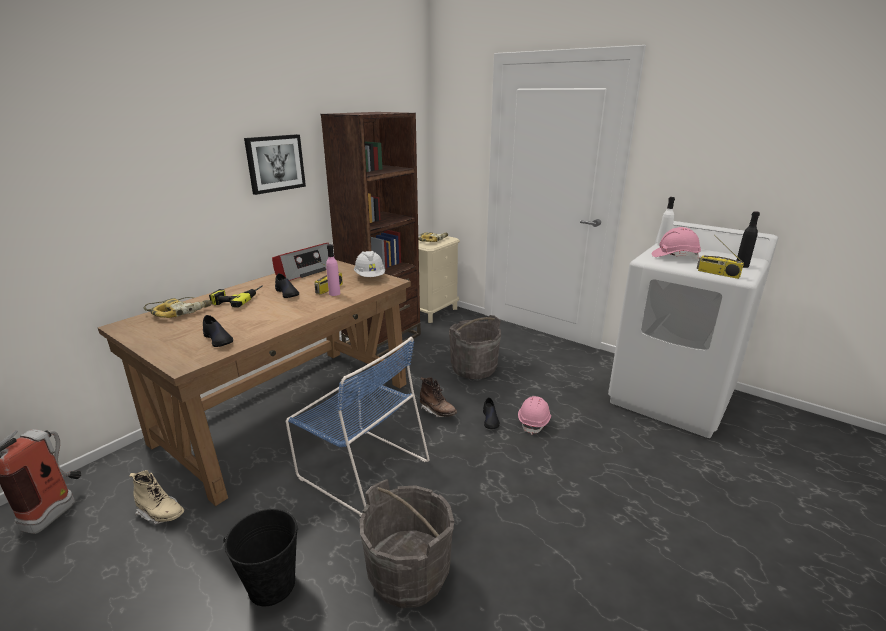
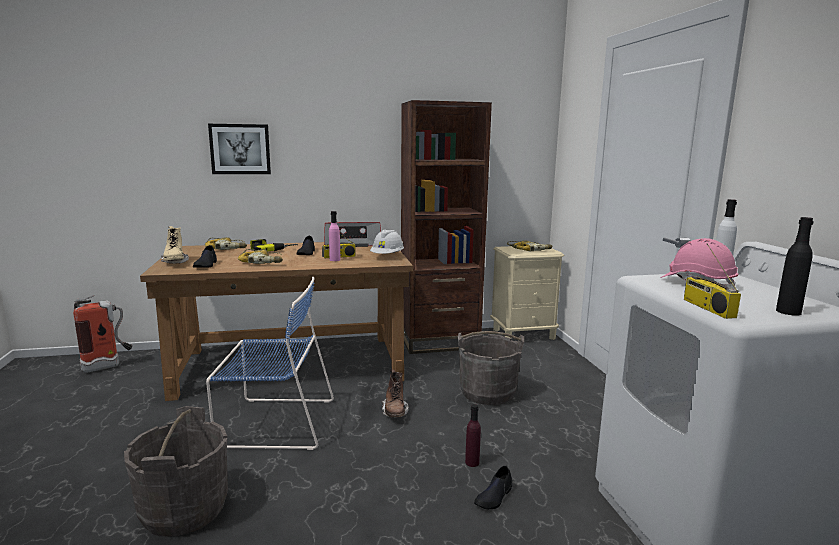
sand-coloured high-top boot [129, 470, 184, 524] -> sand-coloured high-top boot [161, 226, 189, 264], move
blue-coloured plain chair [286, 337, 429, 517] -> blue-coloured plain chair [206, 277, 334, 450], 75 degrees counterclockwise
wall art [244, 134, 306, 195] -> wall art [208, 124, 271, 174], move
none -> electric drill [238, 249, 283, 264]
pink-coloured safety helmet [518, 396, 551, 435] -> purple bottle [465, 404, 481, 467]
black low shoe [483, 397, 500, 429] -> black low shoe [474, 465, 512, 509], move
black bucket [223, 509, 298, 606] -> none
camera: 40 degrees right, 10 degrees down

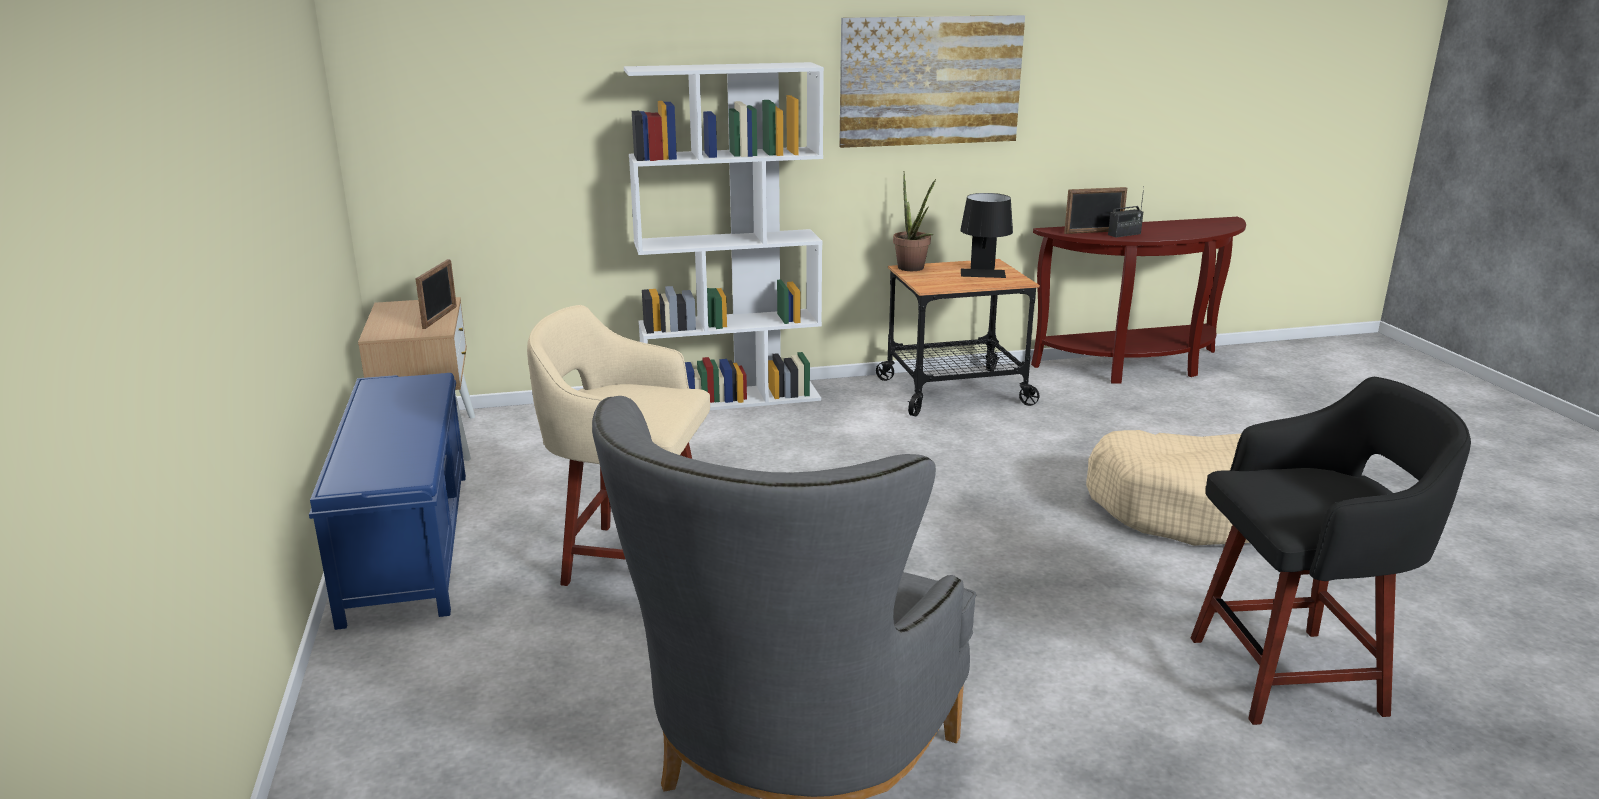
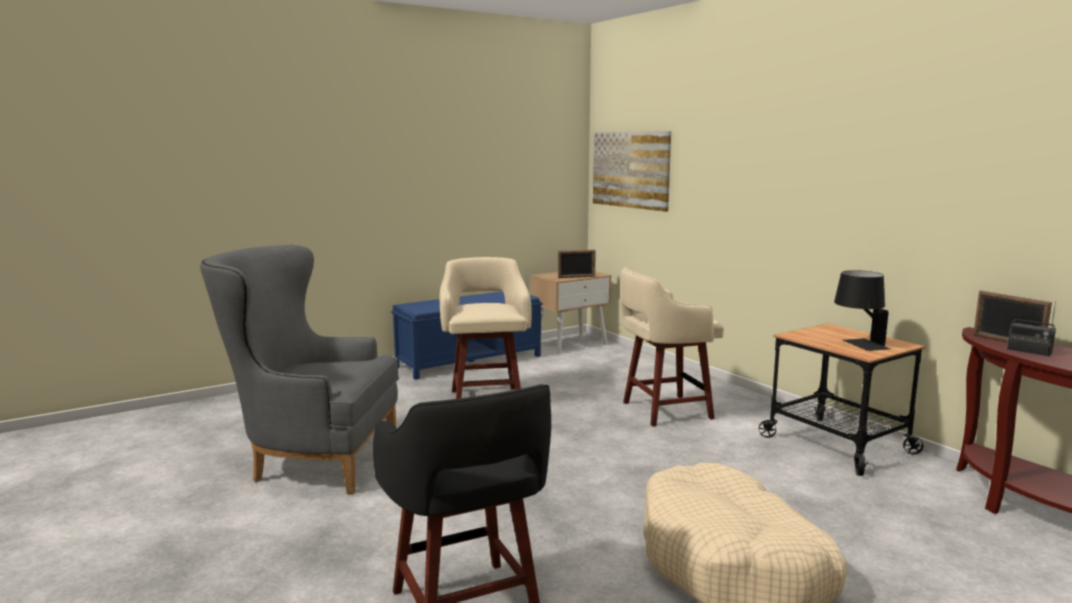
wall art [839, 15, 1025, 148] -> wall art [593, 131, 671, 212], move
none -> sand-coloured sitting stool [621, 267, 724, 427]
whitish bookshelf [624, 62, 824, 410] -> none
plant in a pot [893, 174, 936, 271] -> none
camera: 70 degrees right, 10 degrees down

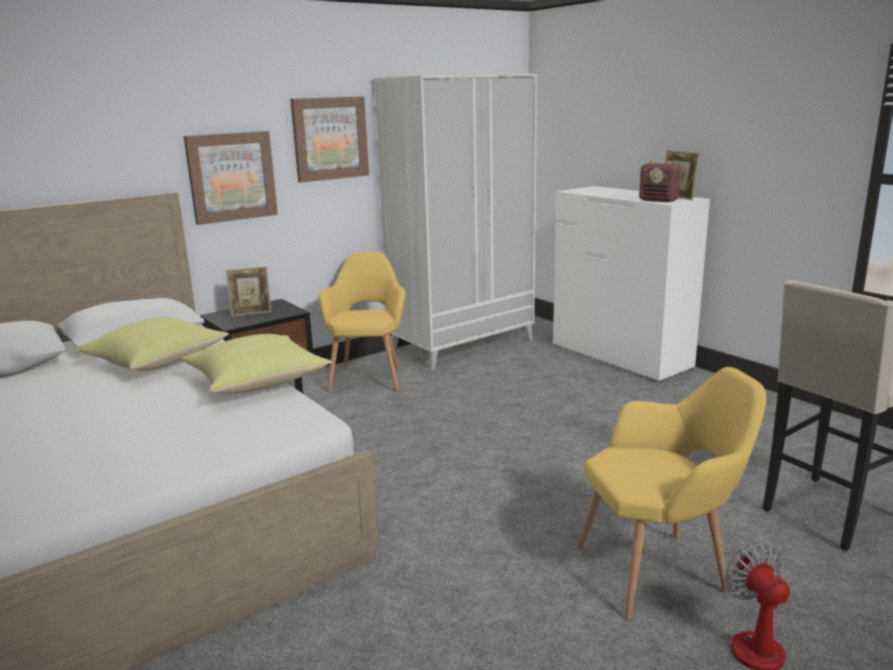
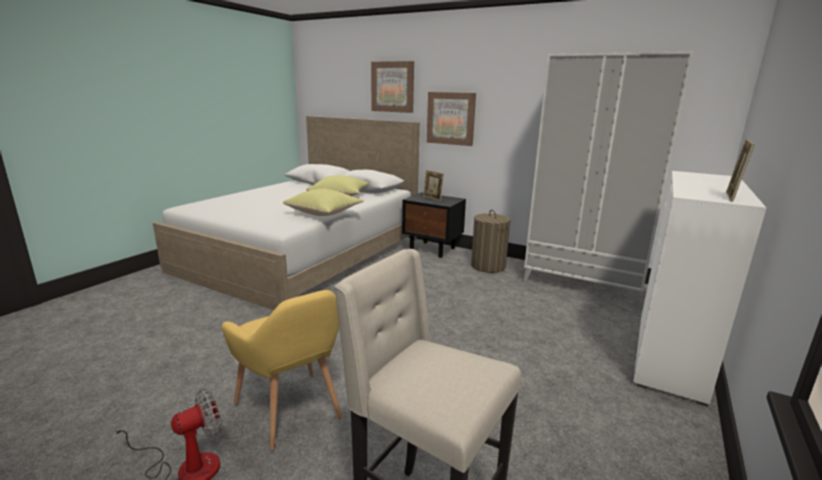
wall art [290, 96, 369, 183] -> wall art [371, 61, 414, 113], move
yellow-coloured armchair [319, 252, 406, 392] -> washing basket [471, 210, 511, 273]
radio [639, 161, 681, 202] -> none
camera: 65 degrees right, 0 degrees up

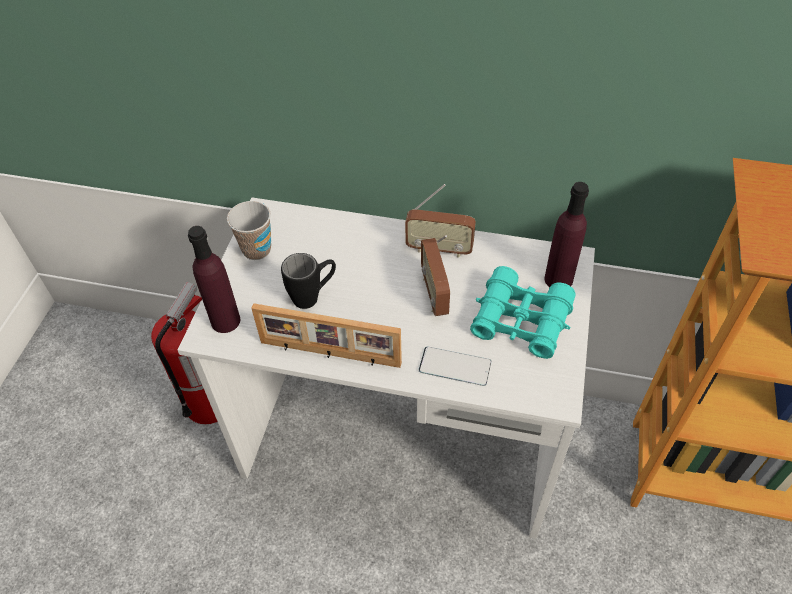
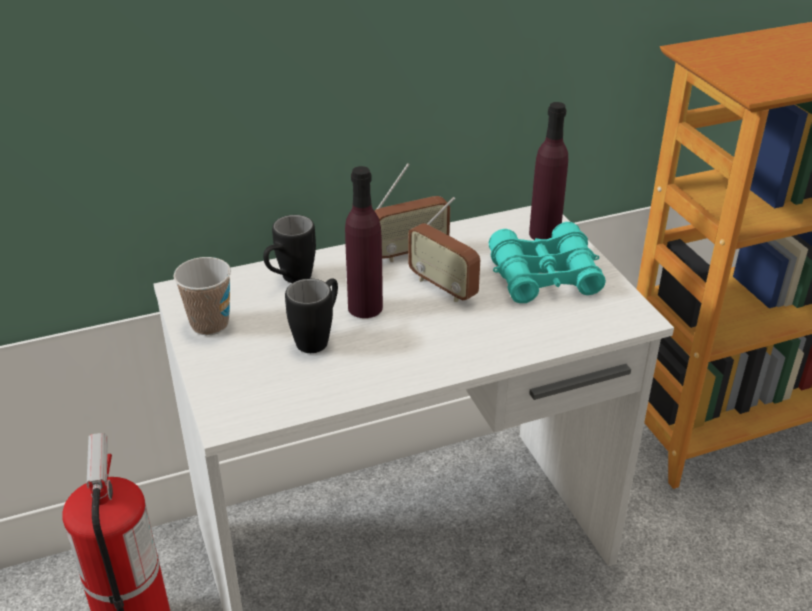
none -> black mug [263, 215, 316, 283]
purple bottle [188, 226, 240, 333] -> purple bottle [345, 166, 383, 318], move
standing frame [251, 303, 402, 368] -> none
handset [419, 346, 492, 386] -> none
camera: 35 degrees left, 15 degrees down

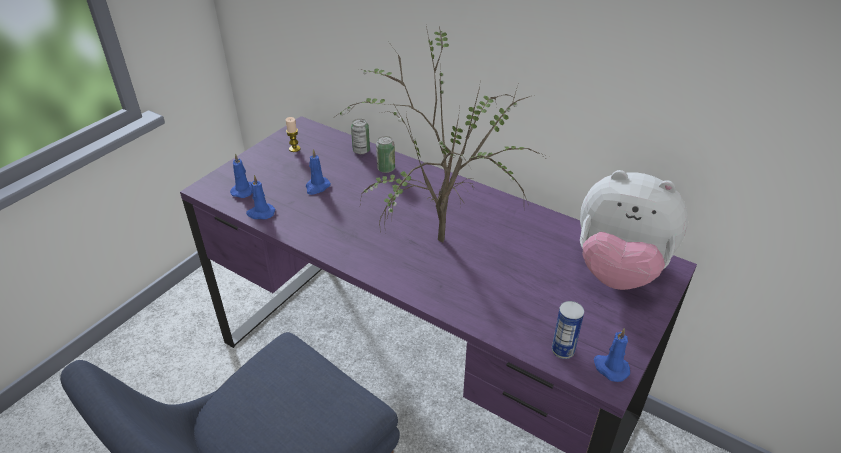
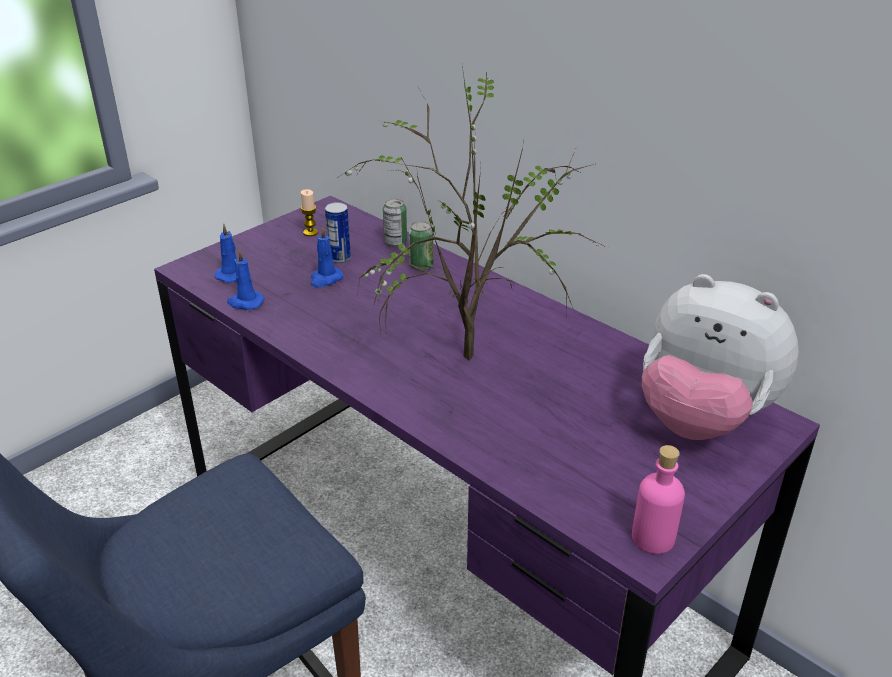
sealed can [552, 301, 584, 359] -> sealed can [325, 202, 351, 264], move
blue-coloured wax light [594, 328, 630, 382] -> pink-coloured bottle [632, 445, 685, 554]
camera: 10 degrees right, 5 degrees down

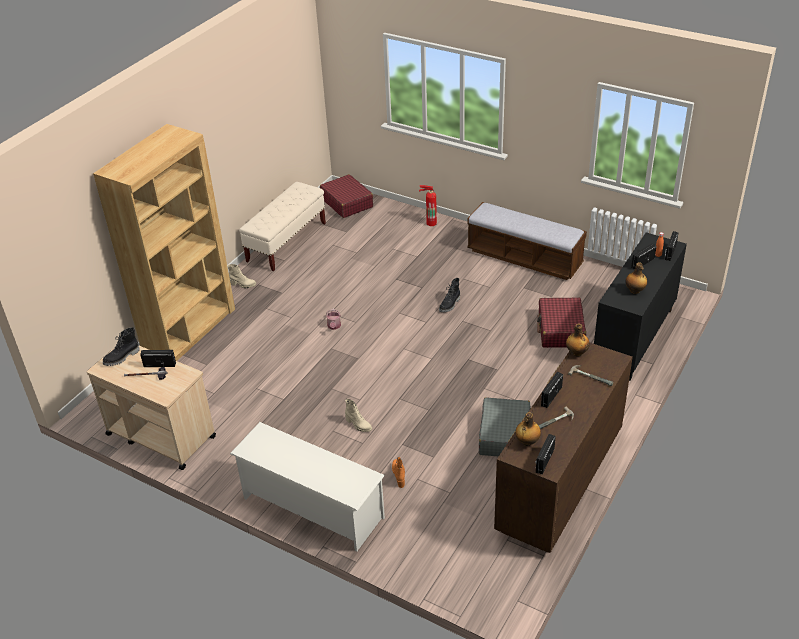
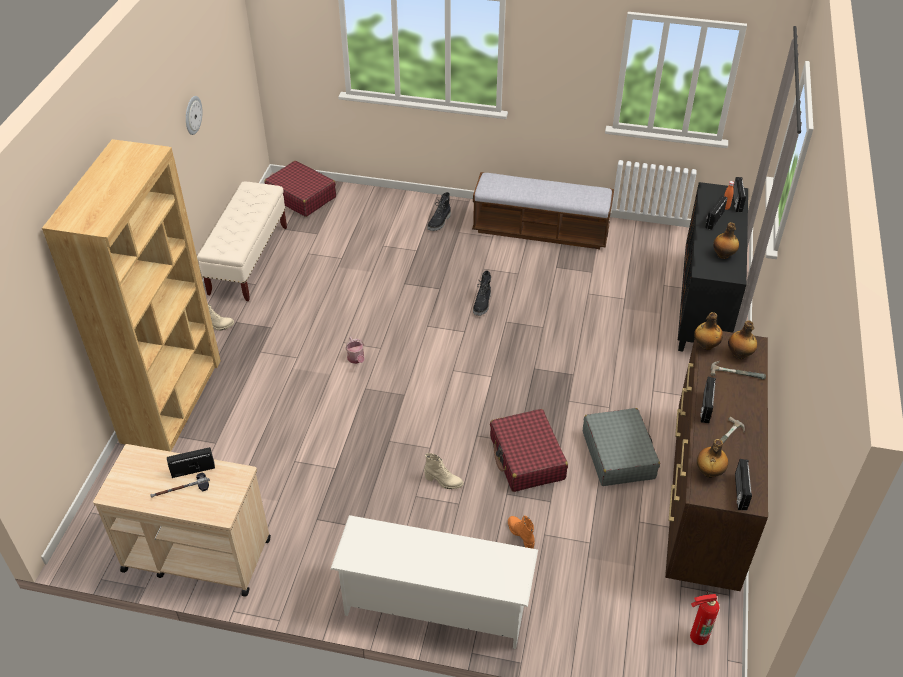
none -> hanging clock [186, 96, 202, 135]
black high-top boot [103, 327, 140, 366] -> black high-top boot [427, 192, 451, 231], move
red piece of luggage [537, 297, 586, 348] -> red piece of luggage [490, 409, 568, 492], move
fire extinguisher [419, 185, 437, 226] -> fire extinguisher [690, 590, 719, 645], move
none -> bottle [728, 320, 757, 359]
camera: 20 degrees left, 5 degrees up

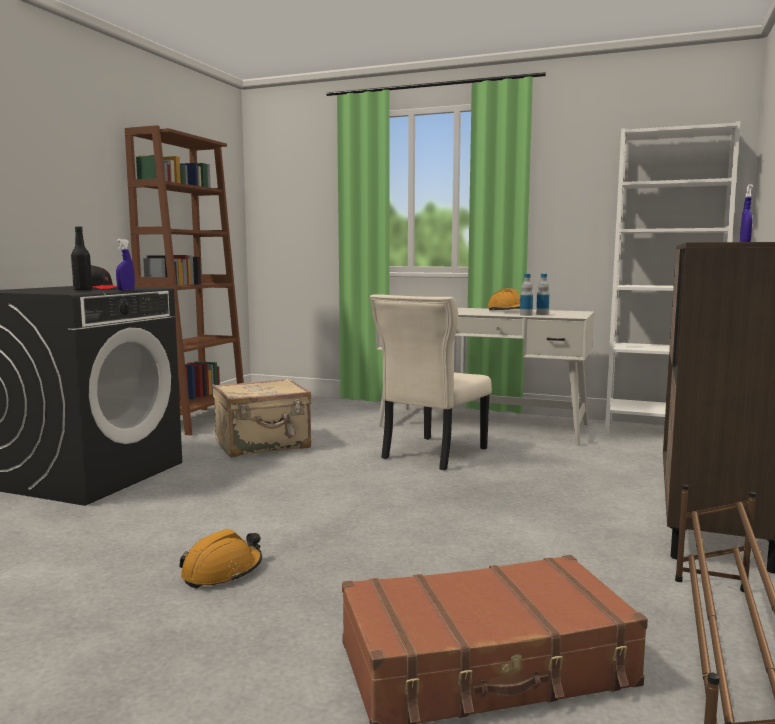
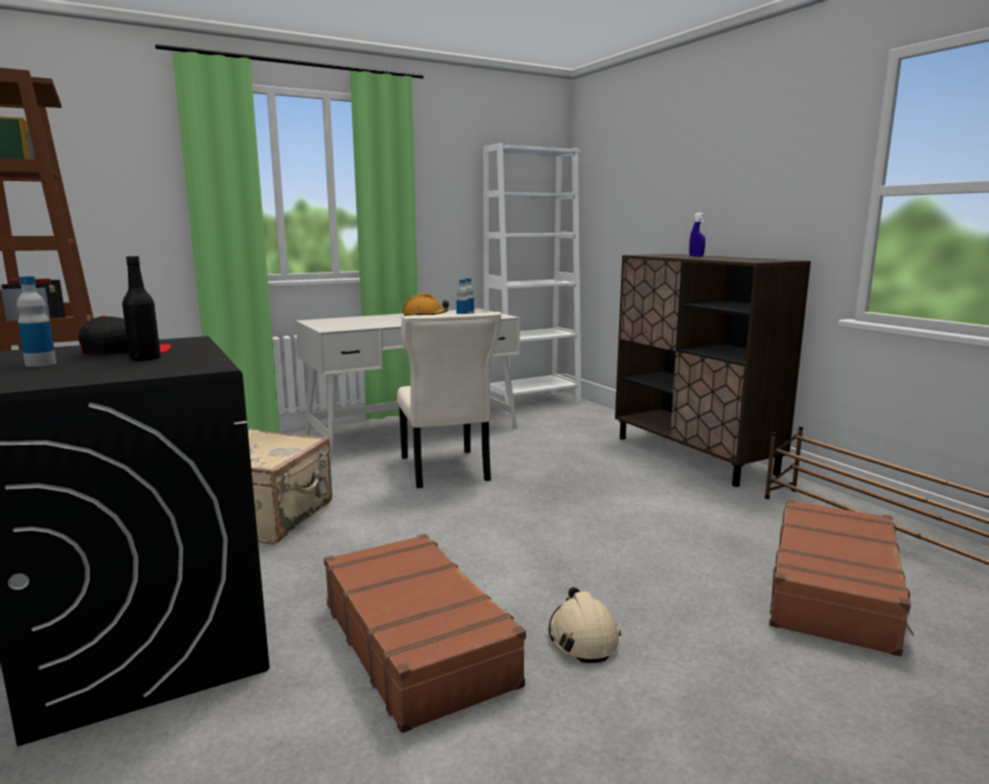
none -> bottle [17, 276, 56, 367]
none -> brown piece of luggage [324, 534, 526, 733]
orangey safety helmet [179, 529, 262, 589] -> sand-coloured safety helmet [549, 587, 621, 663]
blue-coloured hand sprayer [116, 239, 135, 290] -> none
camera: 50 degrees left, 5 degrees up

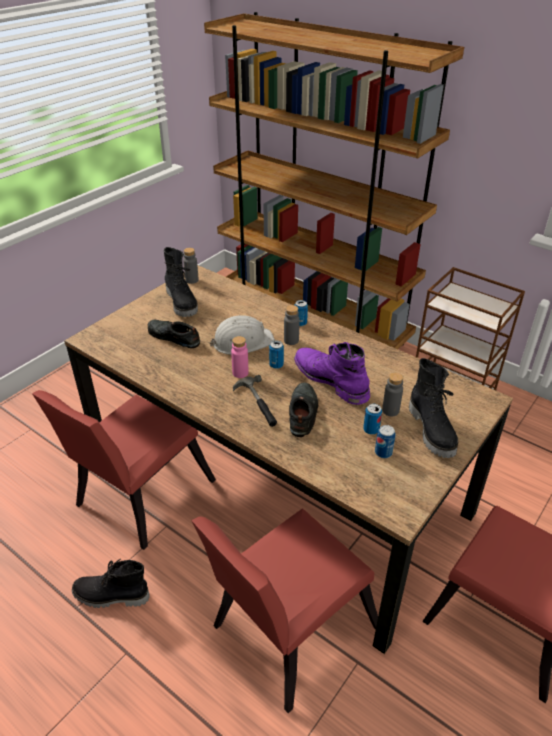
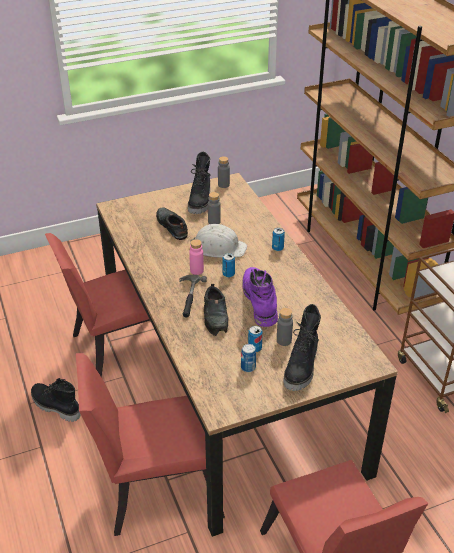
black low shoe [289, 382, 318, 437] -> black low shoe [204, 284, 228, 336], 135 degrees clockwise
grey bottle [284, 305, 300, 345] -> grey bottle [208, 192, 221, 224], move
camera: 30 degrees right, 0 degrees up

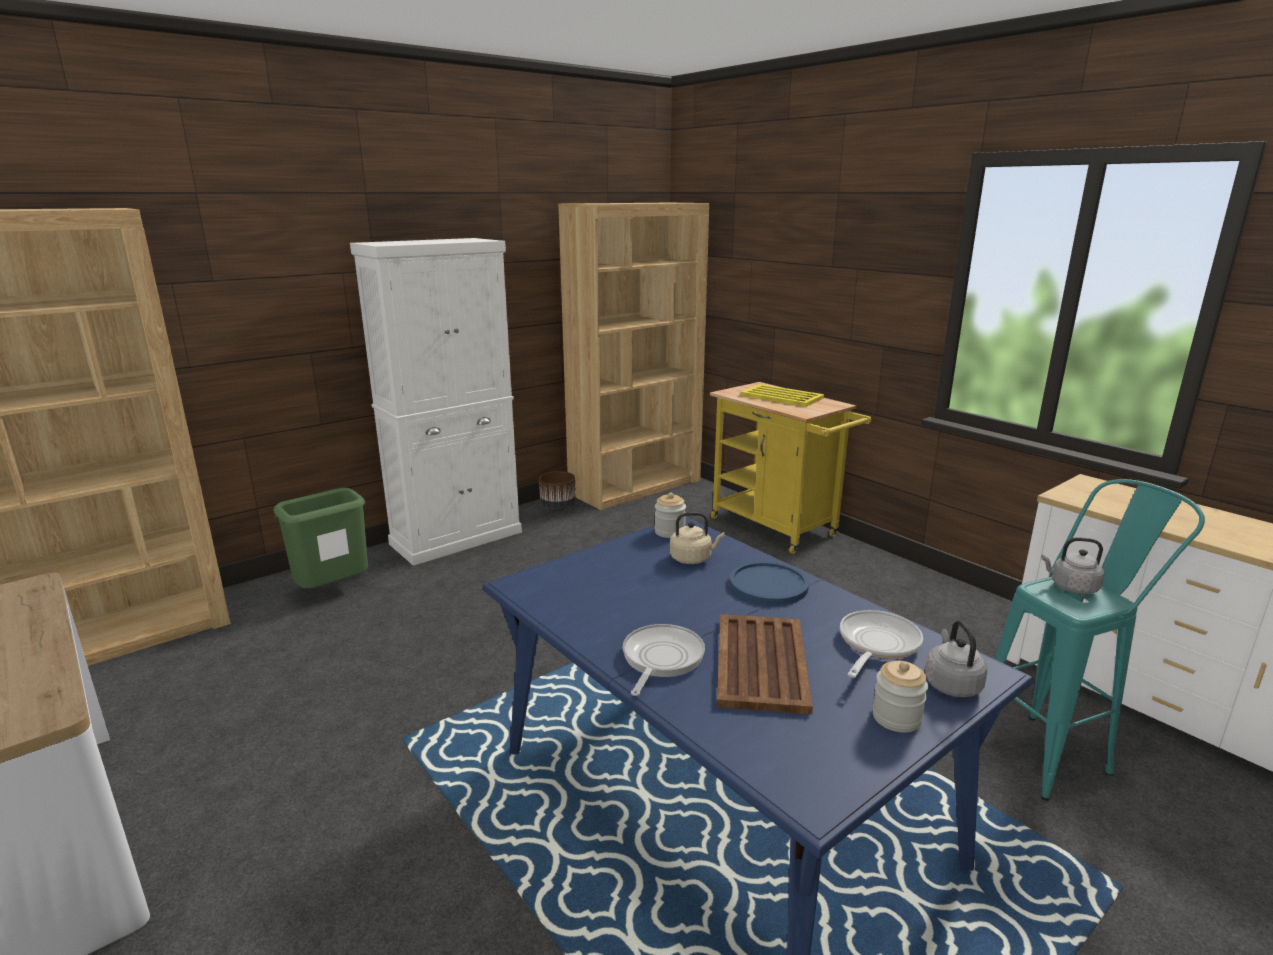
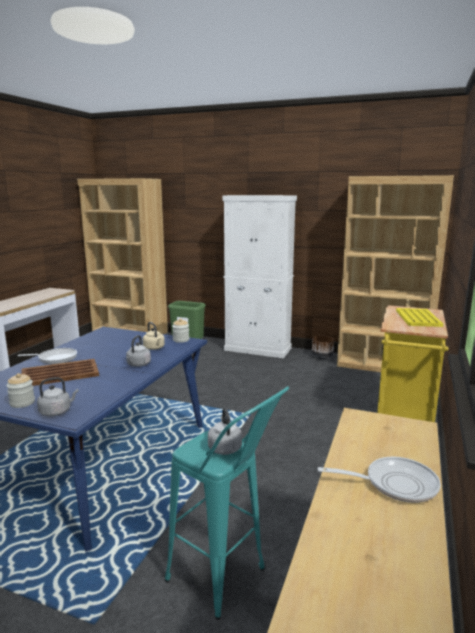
blue-coloured dinner plate [730, 561, 809, 605] -> grey tea kettle [126, 335, 151, 367]
skillet [840, 610, 923, 678] -> skillet [318, 457, 441, 503], move
camera: 60 degrees right, 5 degrees down

